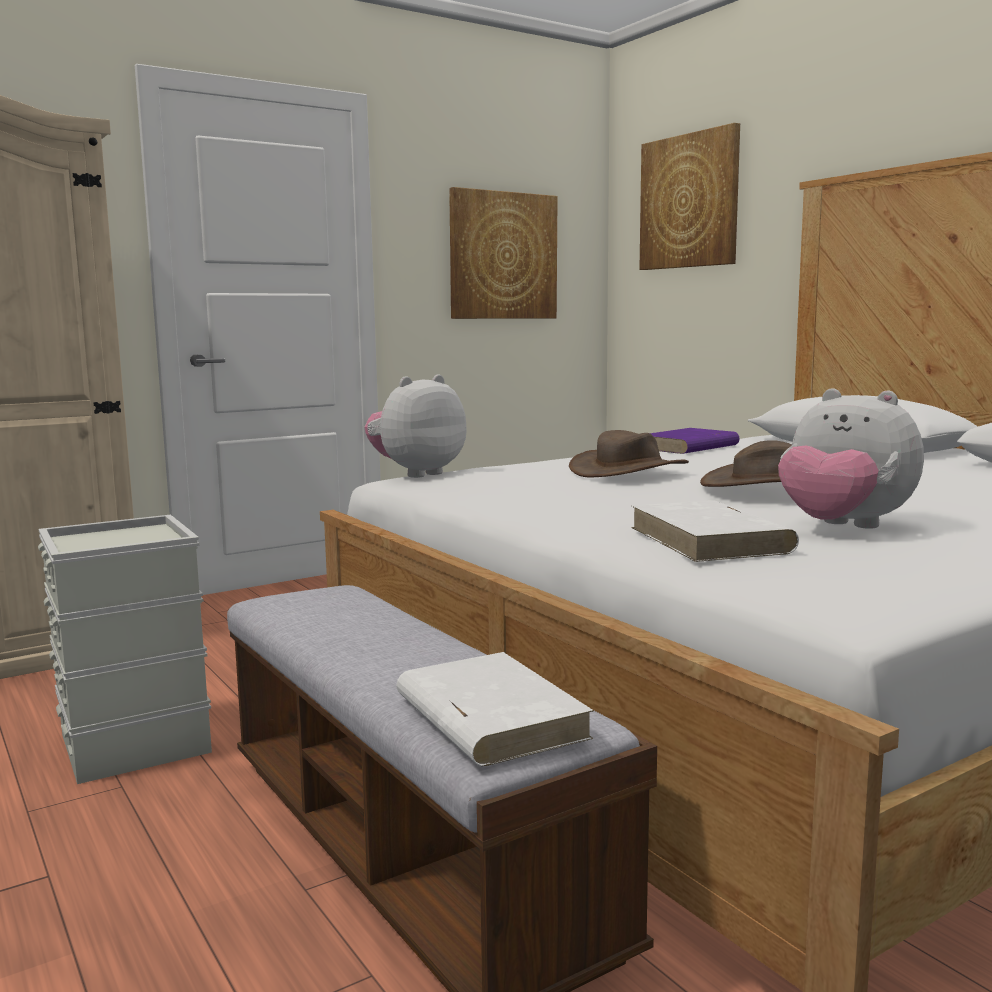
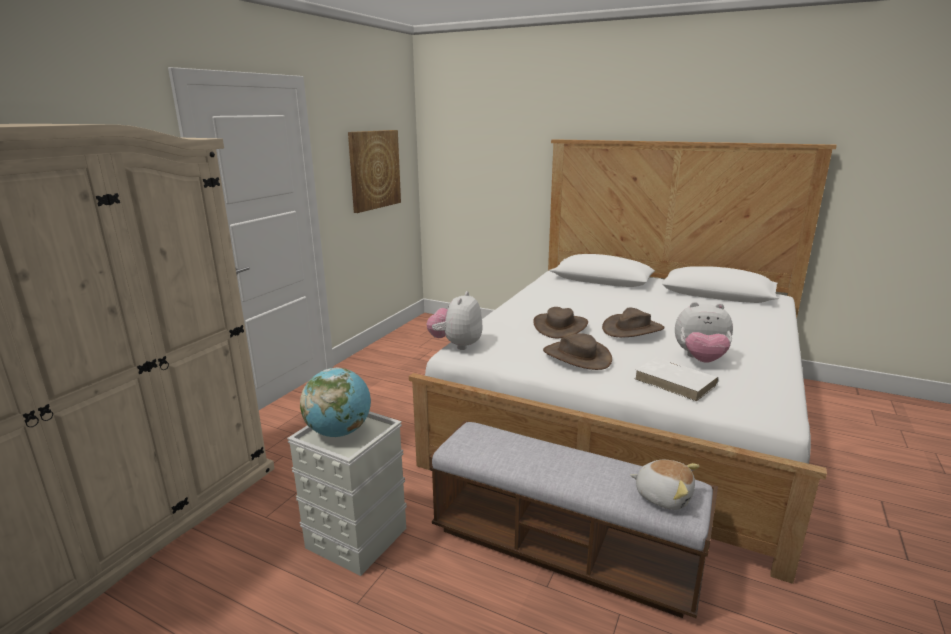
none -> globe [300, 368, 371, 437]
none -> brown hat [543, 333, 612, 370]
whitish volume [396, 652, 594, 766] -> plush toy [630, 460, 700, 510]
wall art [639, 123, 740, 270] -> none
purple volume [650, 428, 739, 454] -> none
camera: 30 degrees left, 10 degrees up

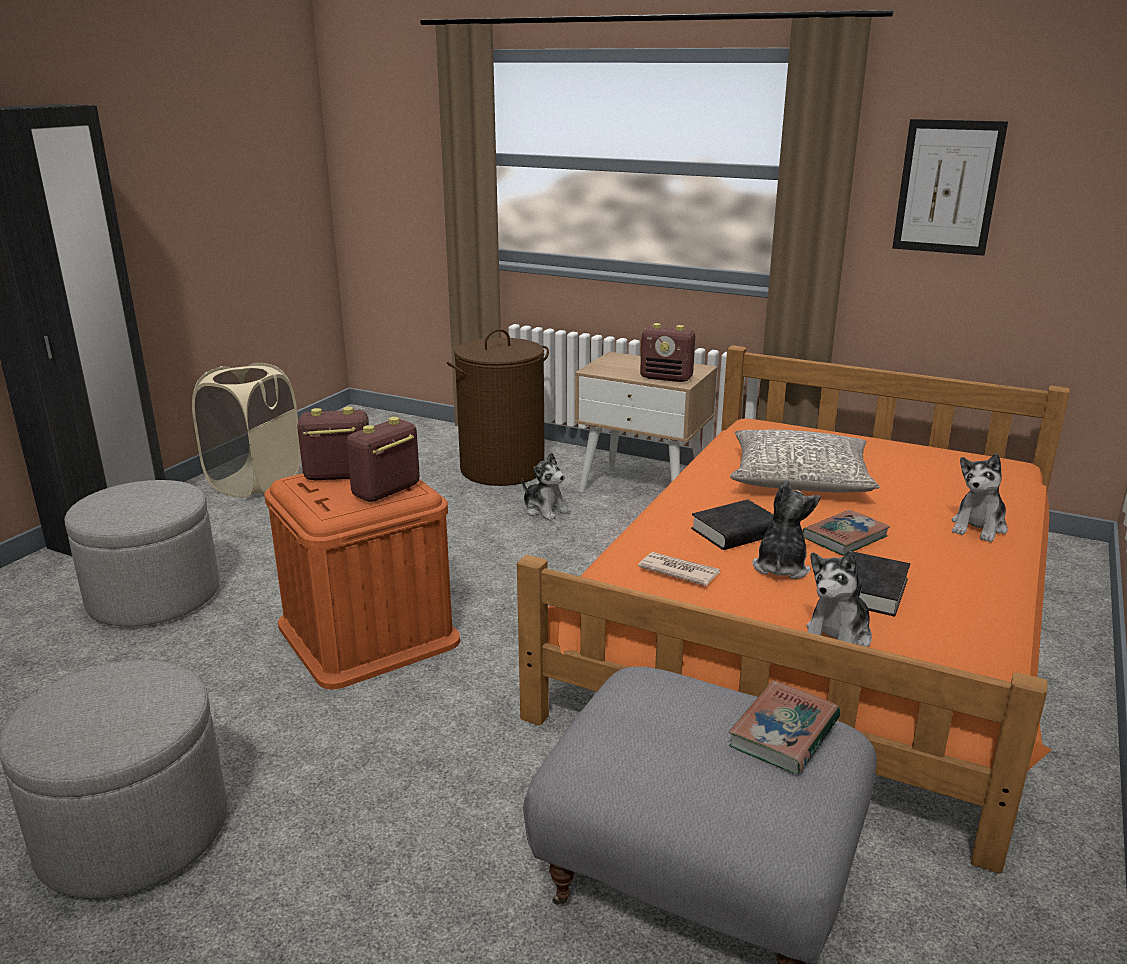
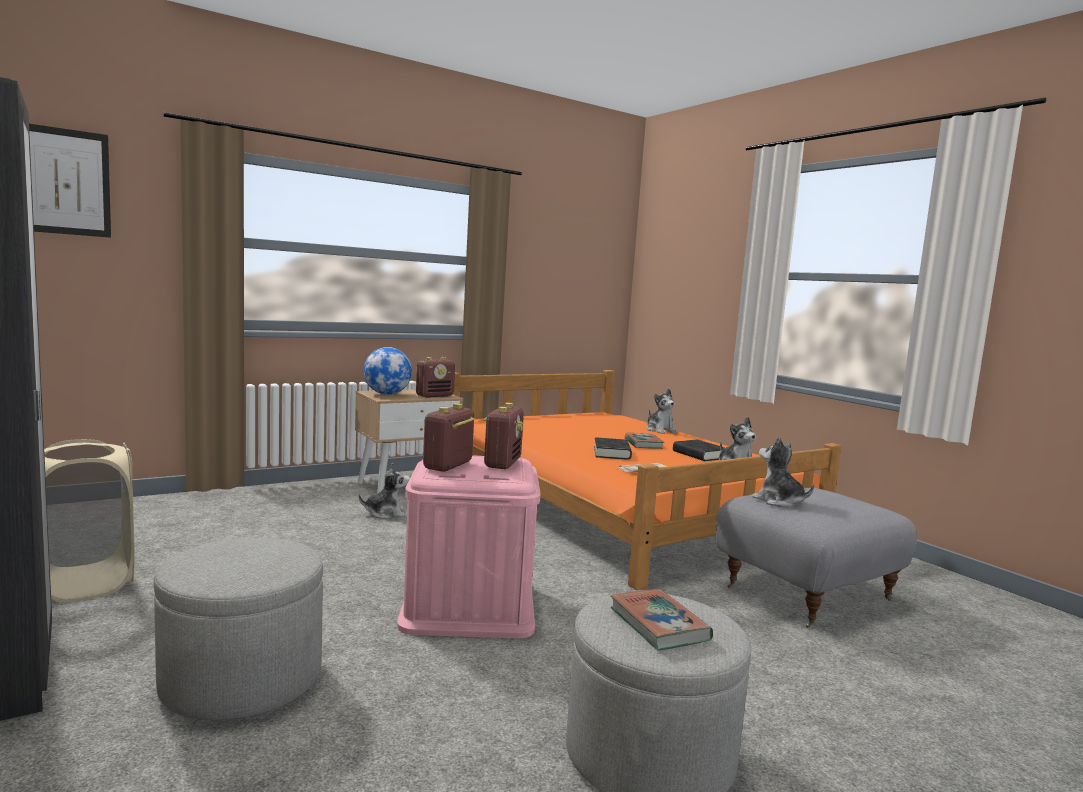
wall art [892, 119, 1008, 256] -> wall art [29, 124, 111, 238], move
none -> globe [364, 347, 412, 395]
orangey storage box [264, 474, 460, 689] -> pink-coloured storage box [397, 455, 541, 639]
radio [346, 417, 420, 502] -> radio [484, 403, 524, 469], 150 degrees counterclockwise
volume [729, 680, 841, 774] -> volume [611, 589, 713, 650], move
plush toy [752, 480, 820, 579] -> plush toy [752, 437, 814, 507], move
brown washing basket [447, 329, 549, 486] -> none
grey pillow [730, 430, 880, 493] -> none
camera: 60 degrees left, 15 degrees down

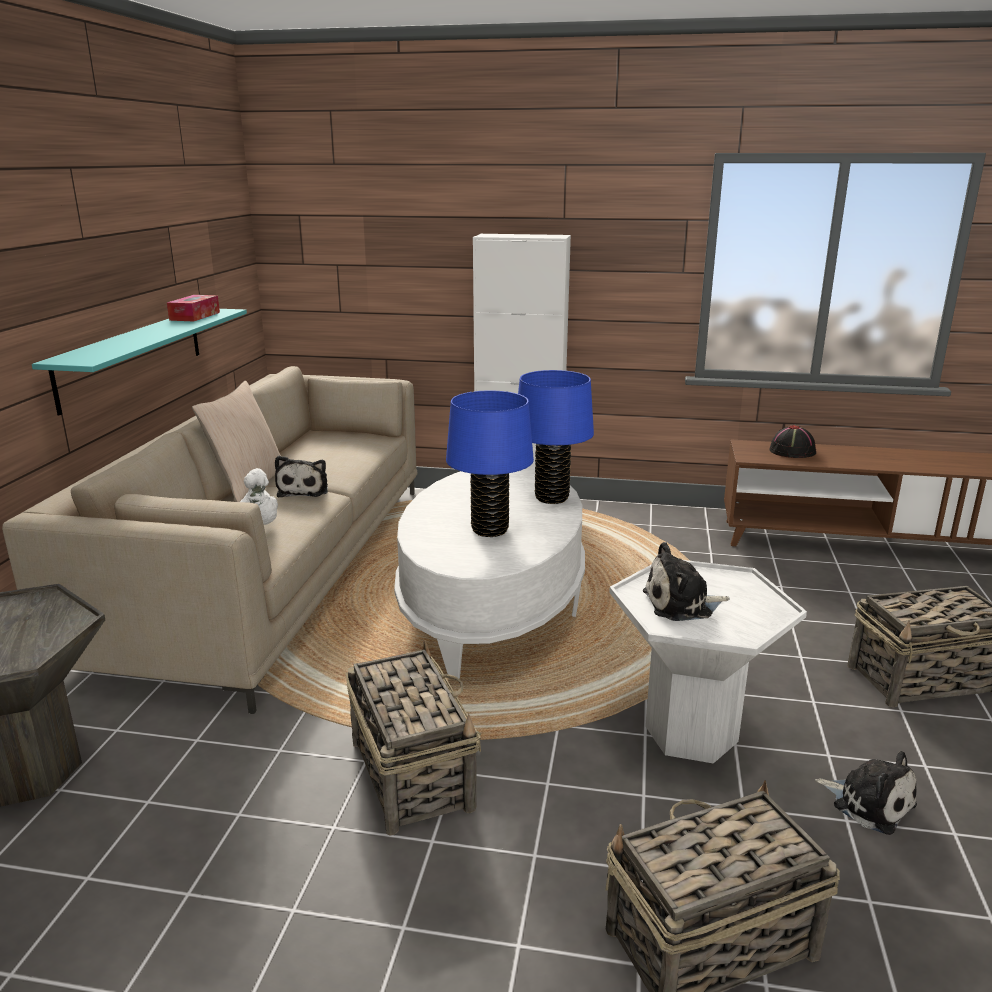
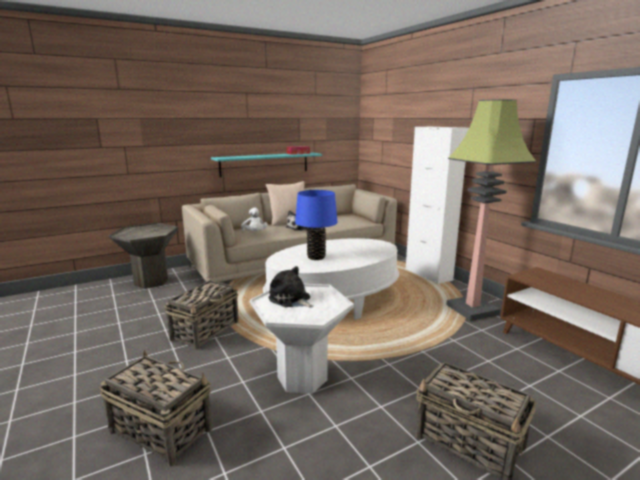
none -> standard lamp [446, 99, 536, 321]
blue-coloured lamp for a table [518, 370, 594, 504] -> none
black hat [769, 425, 816, 458] -> none
plush toy [815, 751, 917, 835] -> none
camera: 50 degrees right, 5 degrees down

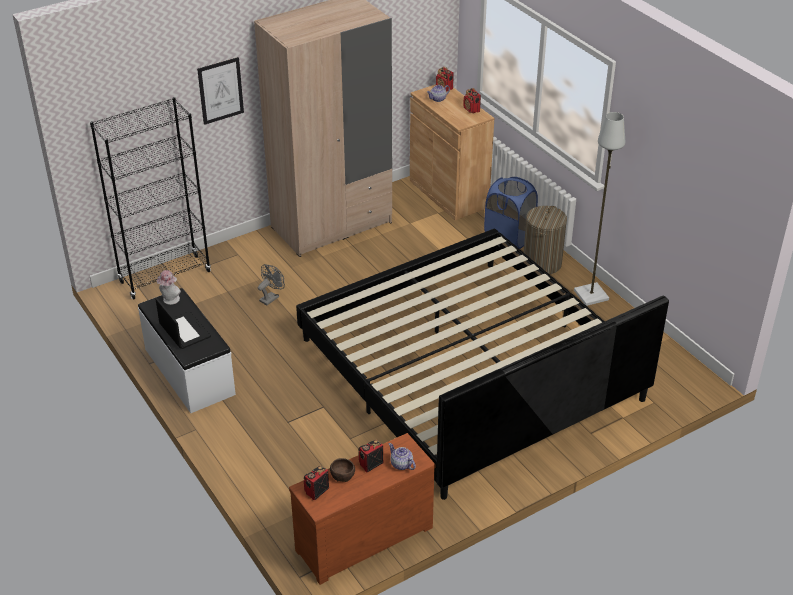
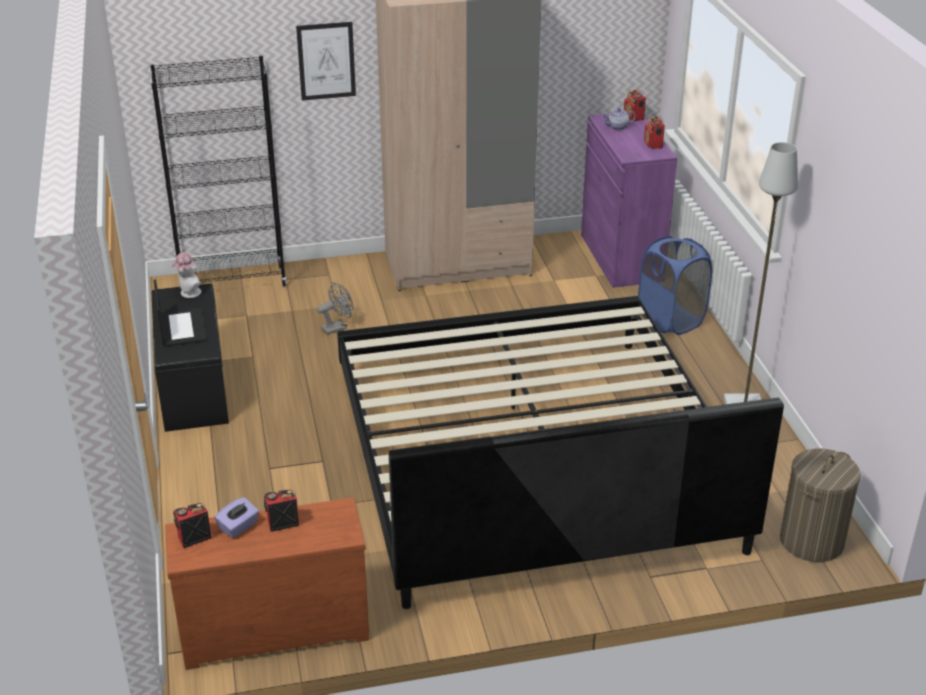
whitish bench [138, 288, 236, 413] -> black bench [152, 283, 229, 432]
brown bowl [330, 458, 355, 482] -> purple tissue box [214, 497, 259, 538]
brown cupboard [410, 85, 494, 220] -> purple cupboard [581, 114, 677, 288]
washing basket [524, 206, 567, 275] -> washing basket [780, 448, 861, 562], move
pot for tea [389, 443, 416, 470] -> none
camera: 20 degrees right, 5 degrees down

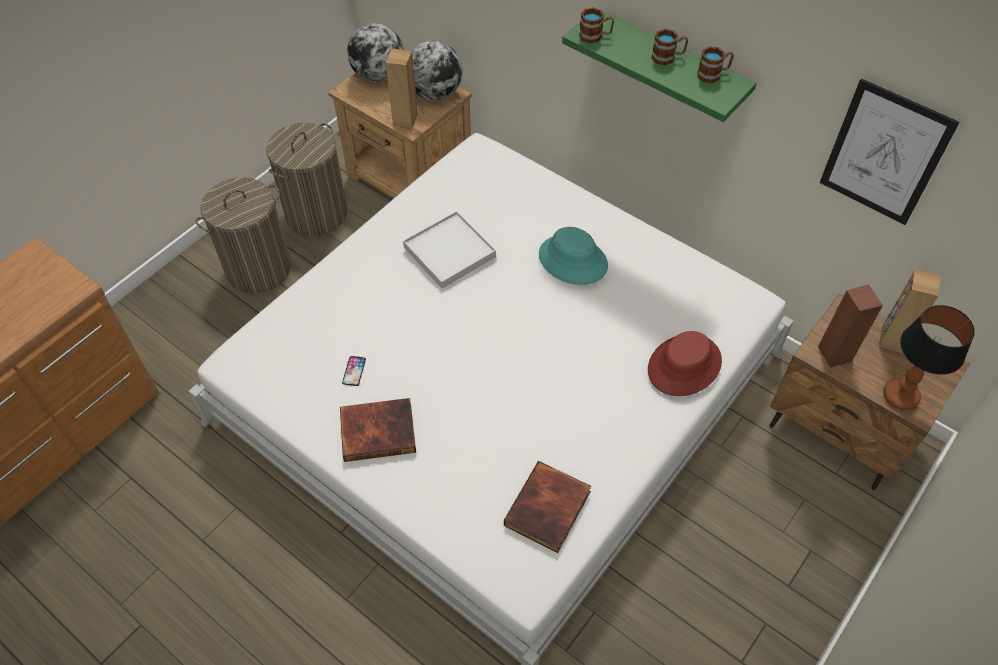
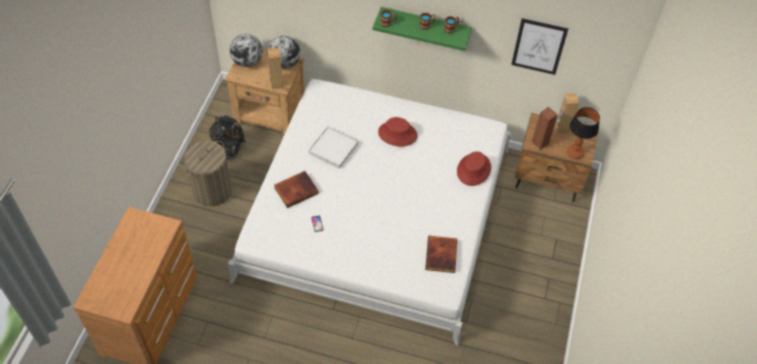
washing basket [266, 122, 347, 236] -> black backpack [209, 115, 245, 159]
volume [340, 398, 416, 462] -> volume [274, 171, 319, 208], move
blue-green hat [539, 227, 608, 285] -> red hat [378, 117, 418, 147]
camera: 25 degrees left, 0 degrees up

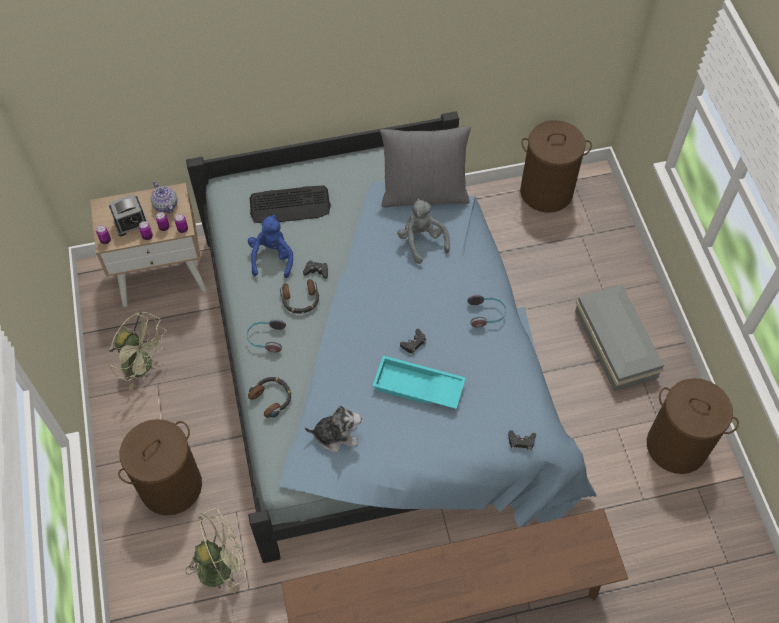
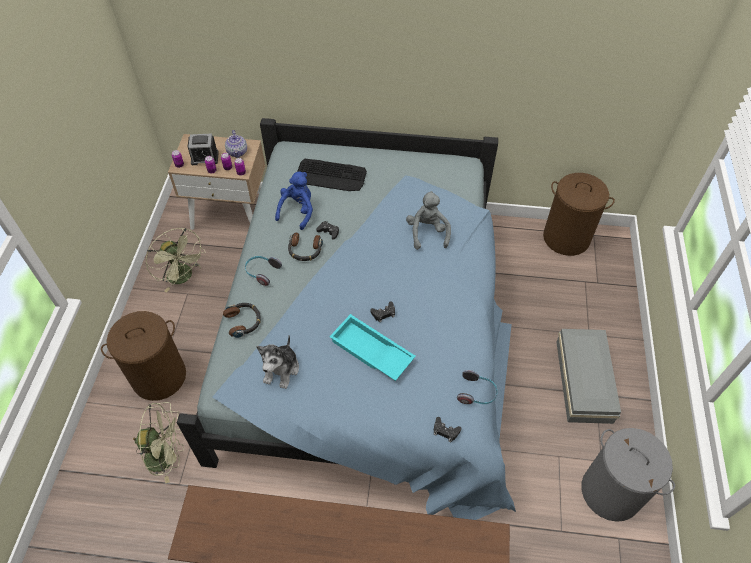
plush toy [305, 406, 361, 452] -> plush toy [256, 335, 299, 389], 90 degrees clockwise
headset [468, 295, 506, 328] -> headset [457, 370, 498, 404], move
brown washing basket [647, 378, 739, 474] -> grey washing basket [581, 428, 675, 522]
grey pillow [380, 126, 471, 208] -> none
camera: 20 degrees right, 5 degrees down

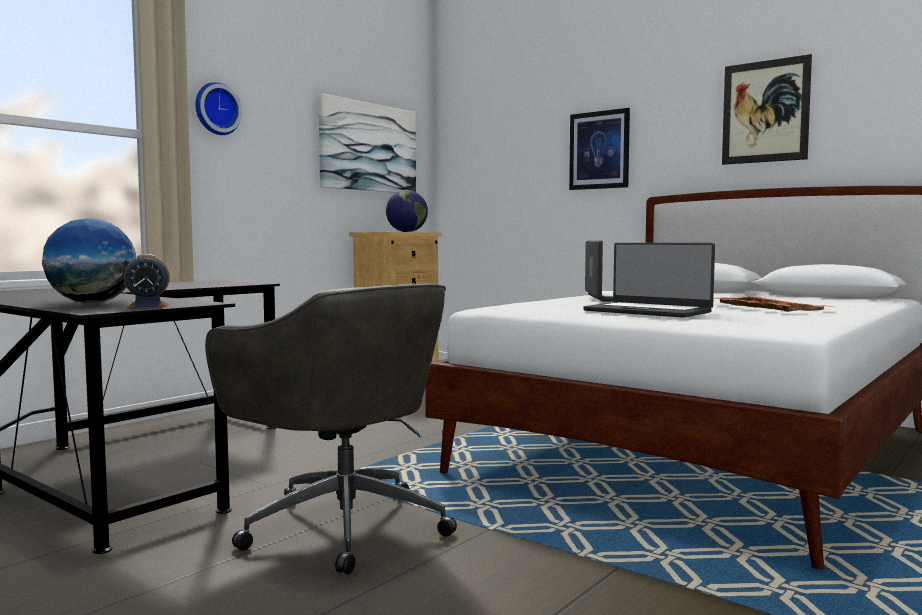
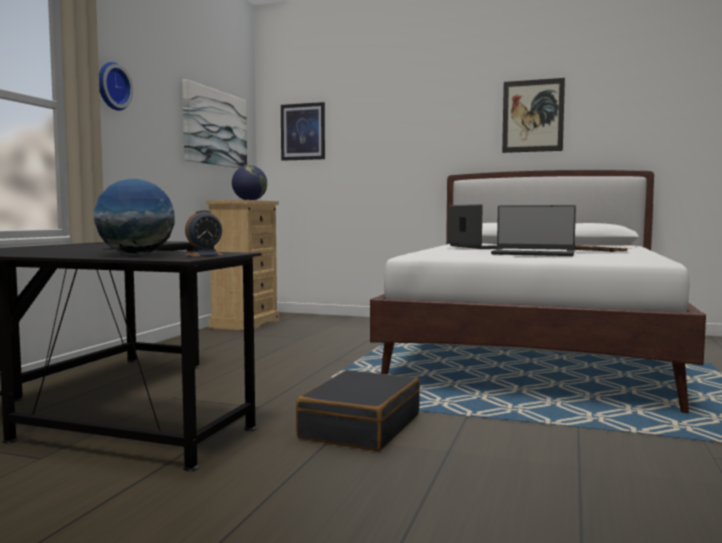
wall art [569, 108, 630, 190] -> wall art [281, 102, 325, 161], move
grey computer chair [205, 283, 457, 575] -> black piece of luggage [296, 370, 420, 451]
camera: 20 degrees left, 0 degrees up

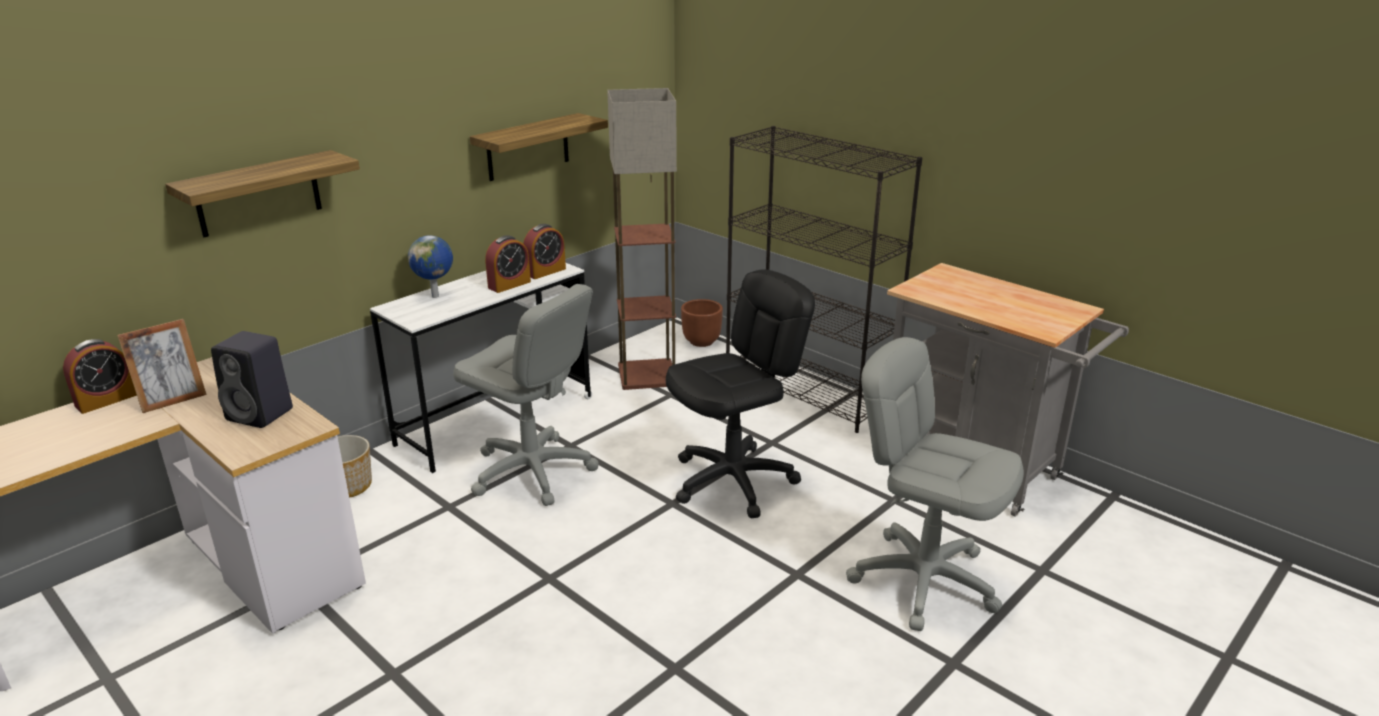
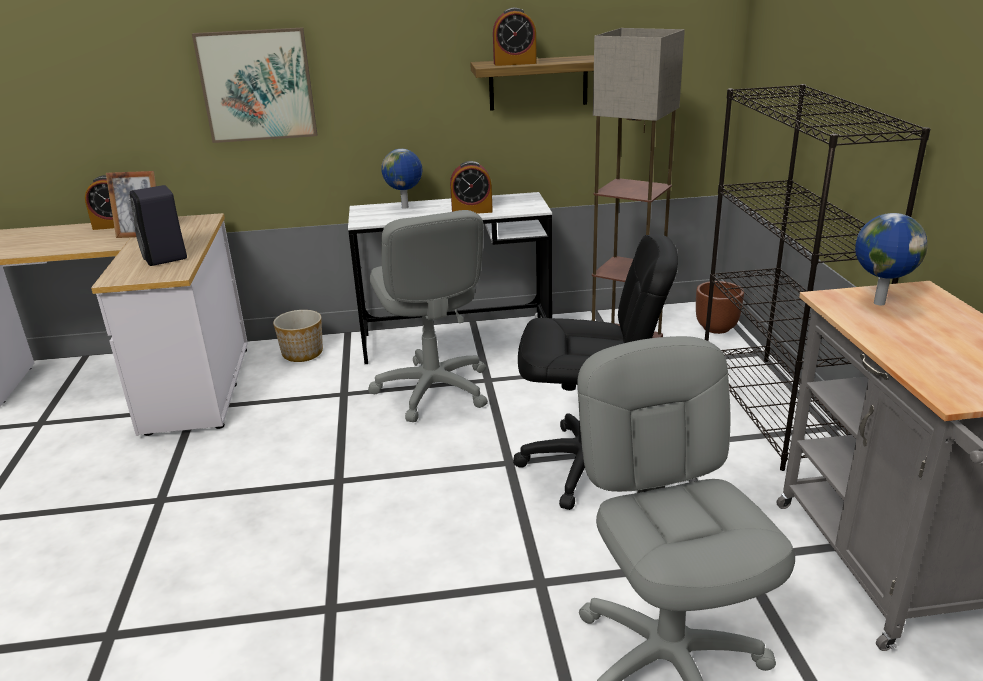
wall shelf [165, 150, 360, 237] -> wall art [192, 27, 317, 143]
table clock [523, 224, 566, 279] -> table clock [493, 8, 537, 66], move
none -> globe [855, 213, 927, 305]
camera: 40 degrees right, 0 degrees up

